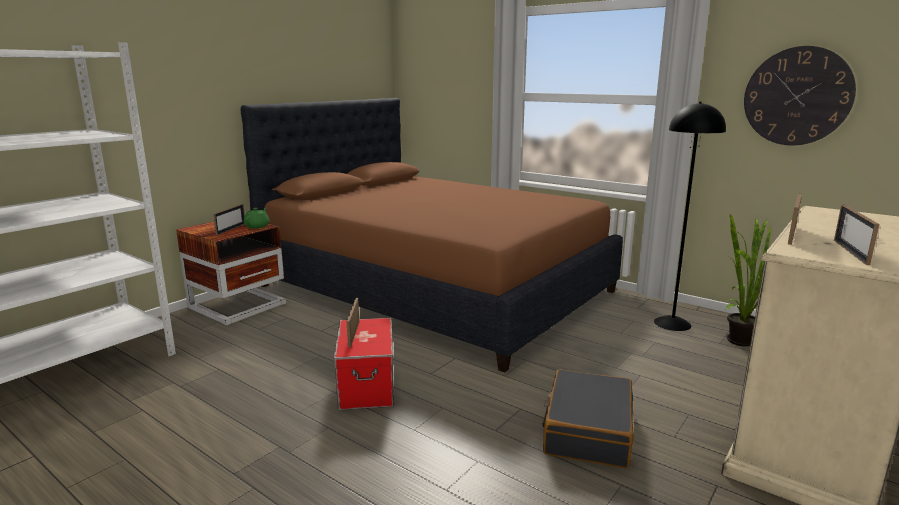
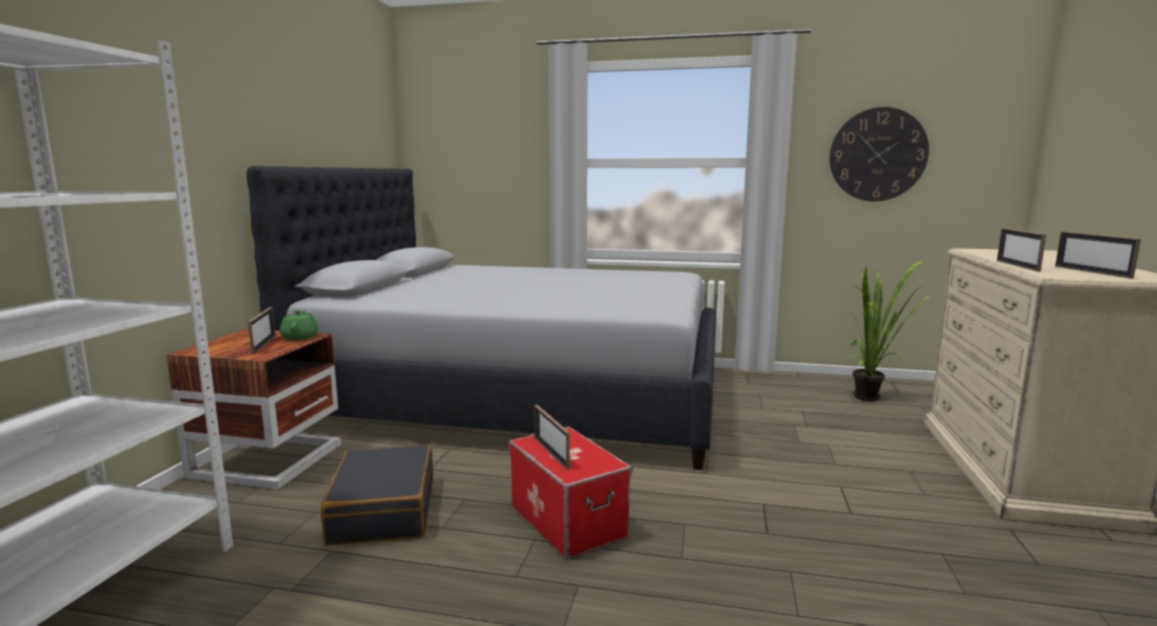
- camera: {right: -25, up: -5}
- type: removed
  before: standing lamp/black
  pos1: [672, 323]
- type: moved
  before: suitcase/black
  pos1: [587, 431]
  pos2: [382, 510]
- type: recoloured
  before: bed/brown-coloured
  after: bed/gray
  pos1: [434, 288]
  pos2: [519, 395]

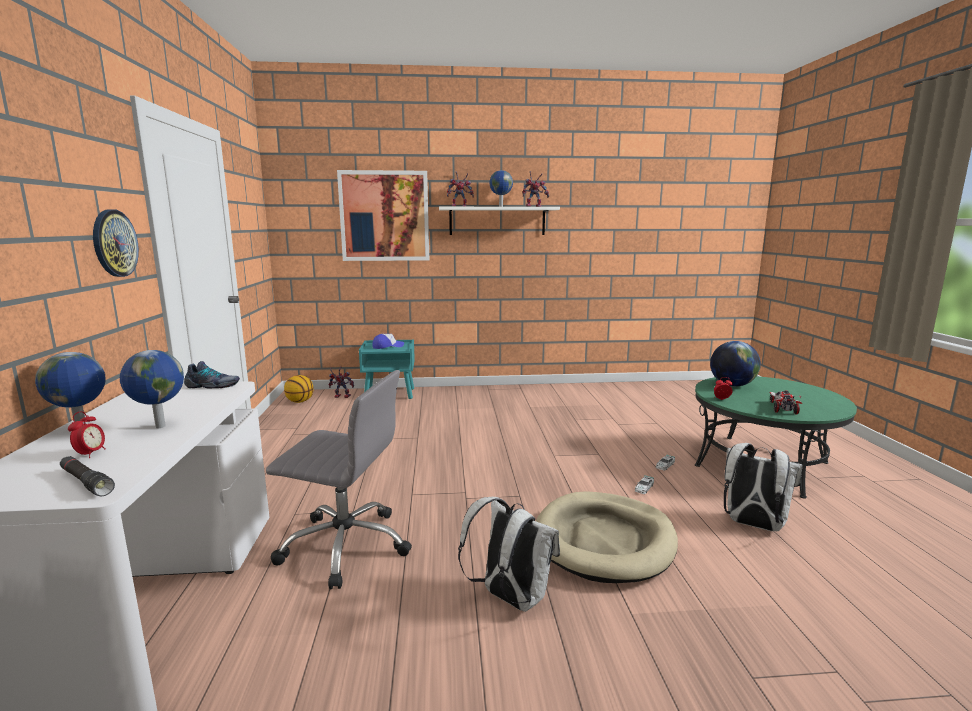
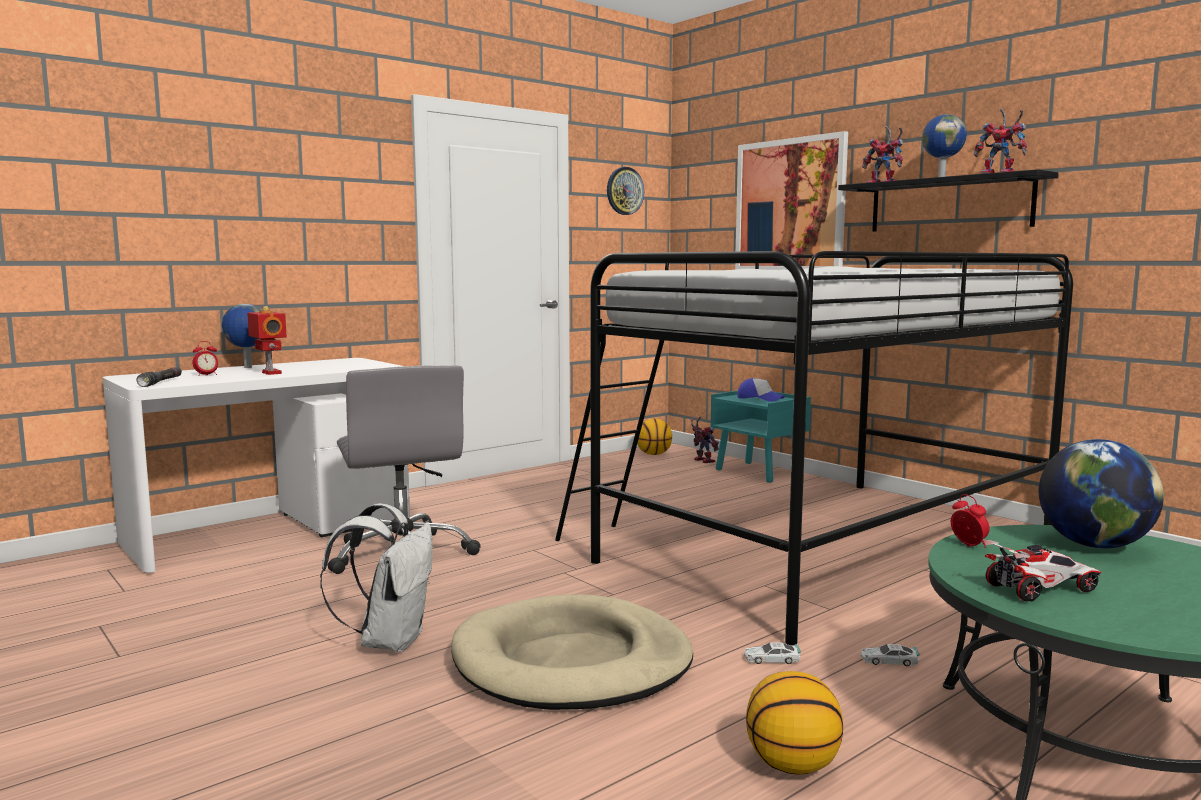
- camera: {right: 55, up: -5}
- type: removed
  before: low shoe
  pos1: [212, 386]
- type: added
  after: bed/black
  pos2: [826, 545]
- type: moved
  before: clock on the wall
  pos1: [114, 243]
  pos2: [624, 191]
- type: replaced
  before: desk globe
  after: toy robot
  pos1: [159, 426]
  pos2: [270, 373]
- type: replaced
  before: backpack/white
  after: basketball
  pos1: [752, 525]
  pos2: [791, 765]
- type: recoloured
  before: shelf/white
  after: shelf/black
  pos1: [497, 221]
  pos2: [949, 204]

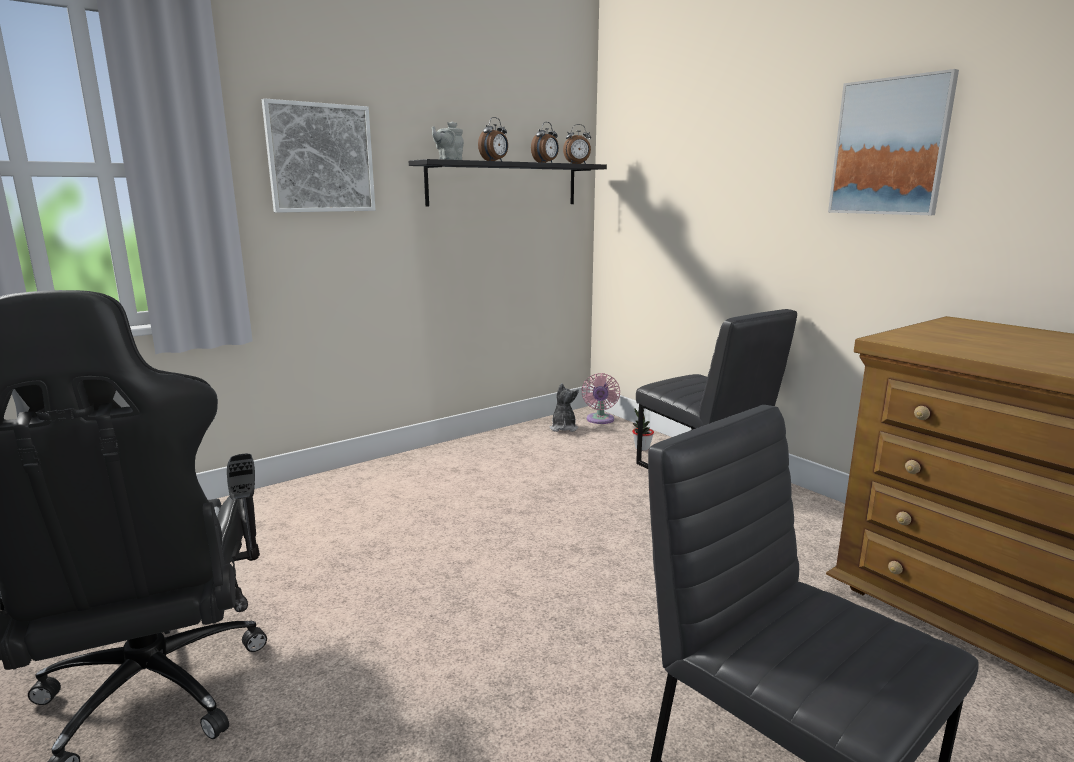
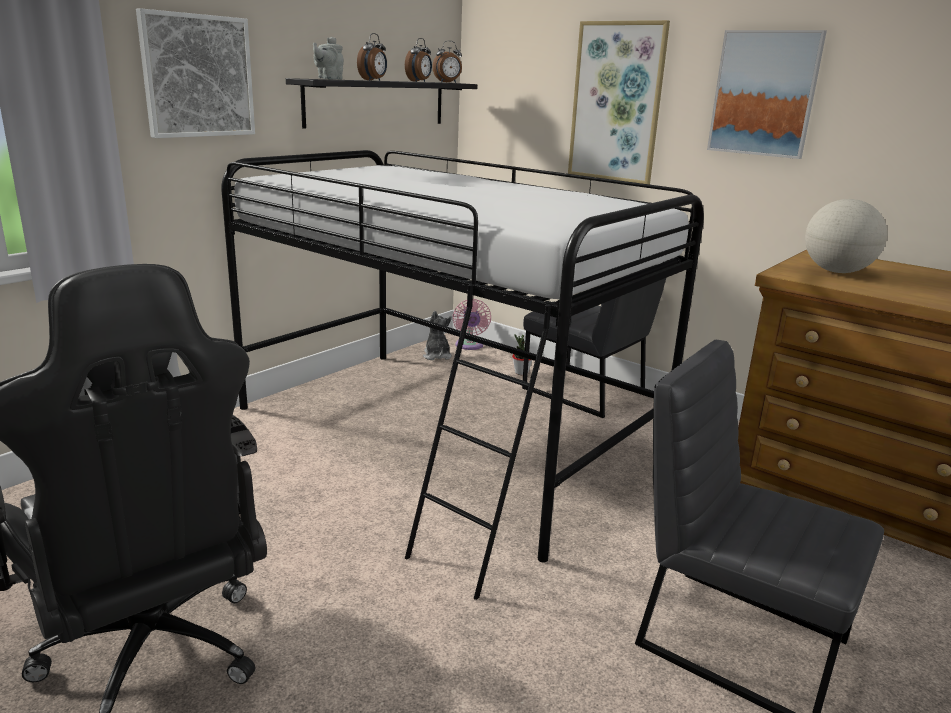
- camera: {right: -15, up: 5}
- type: added
  after: bed/black
  pos2: [443, 437]
- type: added
  after: picture
  pos2: [616, 103]
- type: added
  after: desk globe
  pos2: [837, 272]

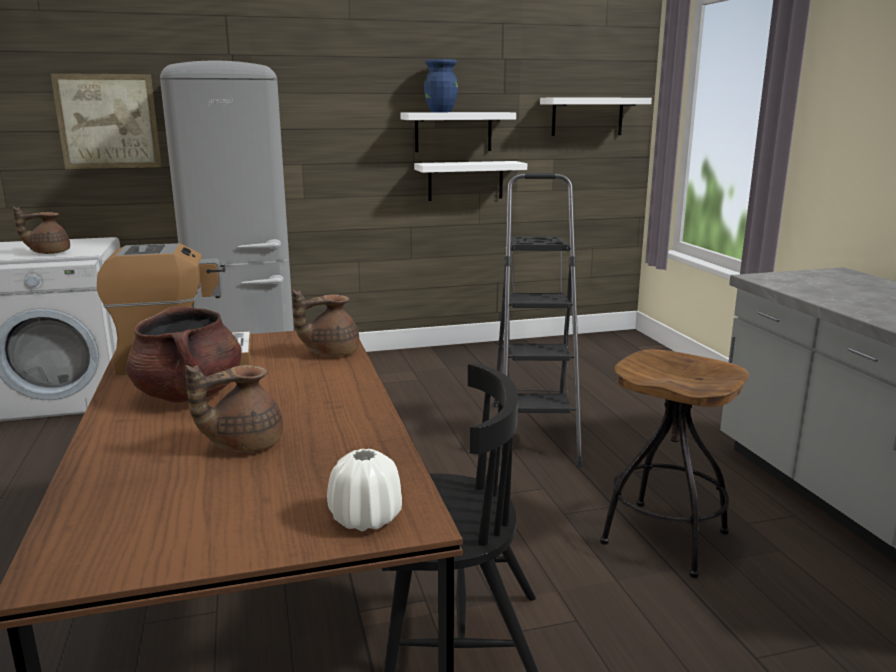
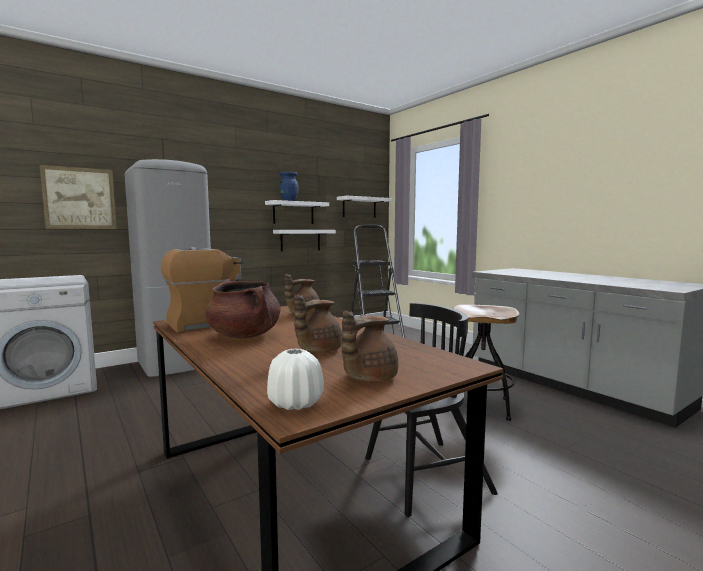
- camera: {right: -20, up: -10}
- type: moved
  before: tea pot/brown-coloured
  pos1: [48, 252]
  pos2: [368, 378]
- type: moved
  before: vase/white
  pos1: [366, 518]
  pos2: [295, 403]

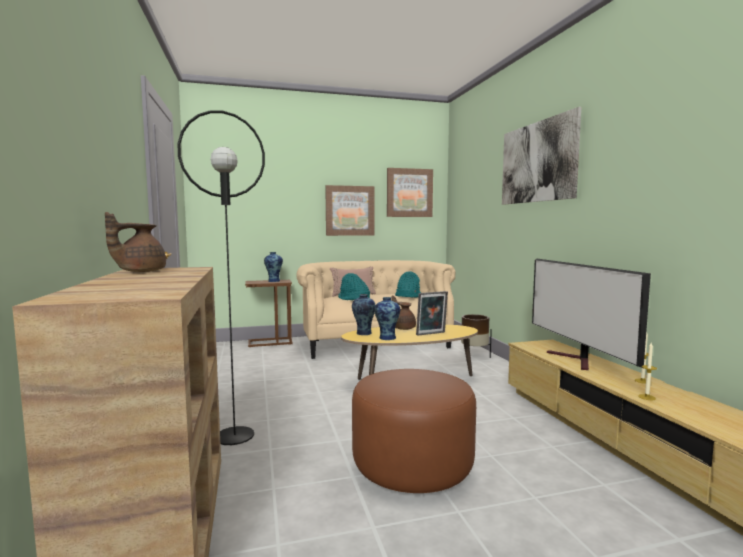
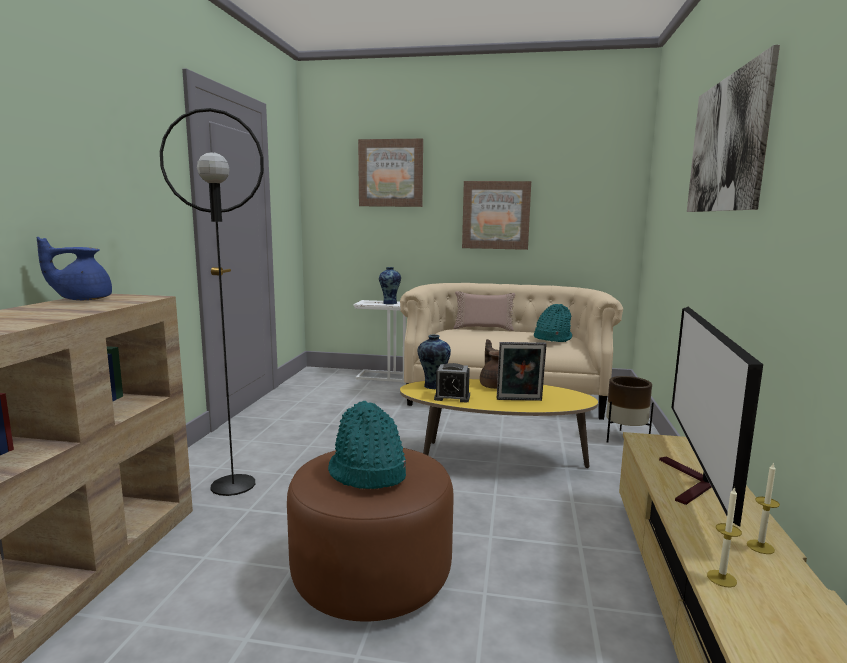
- camera: {right: 25, up: 5}
- type: moved
  before: hat/turquoise-coloured
  pos1: [353, 299]
  pos2: [367, 473]
- type: moved
  before: picture
  pos1: [409, 193]
  pos2: [391, 173]
- type: replaced
  before: vase
  after: alarm clock
  pos1: [387, 338]
  pos2: [452, 397]
- type: recoloured
  before: tea pot/brown-coloured
  after: tea pot/bluish
  pos1: [139, 271]
  pos2: [83, 299]
- type: recoloured
  before: side table/brown-coloured
  after: side table/white
  pos1: [270, 342]
  pos2: [384, 376]

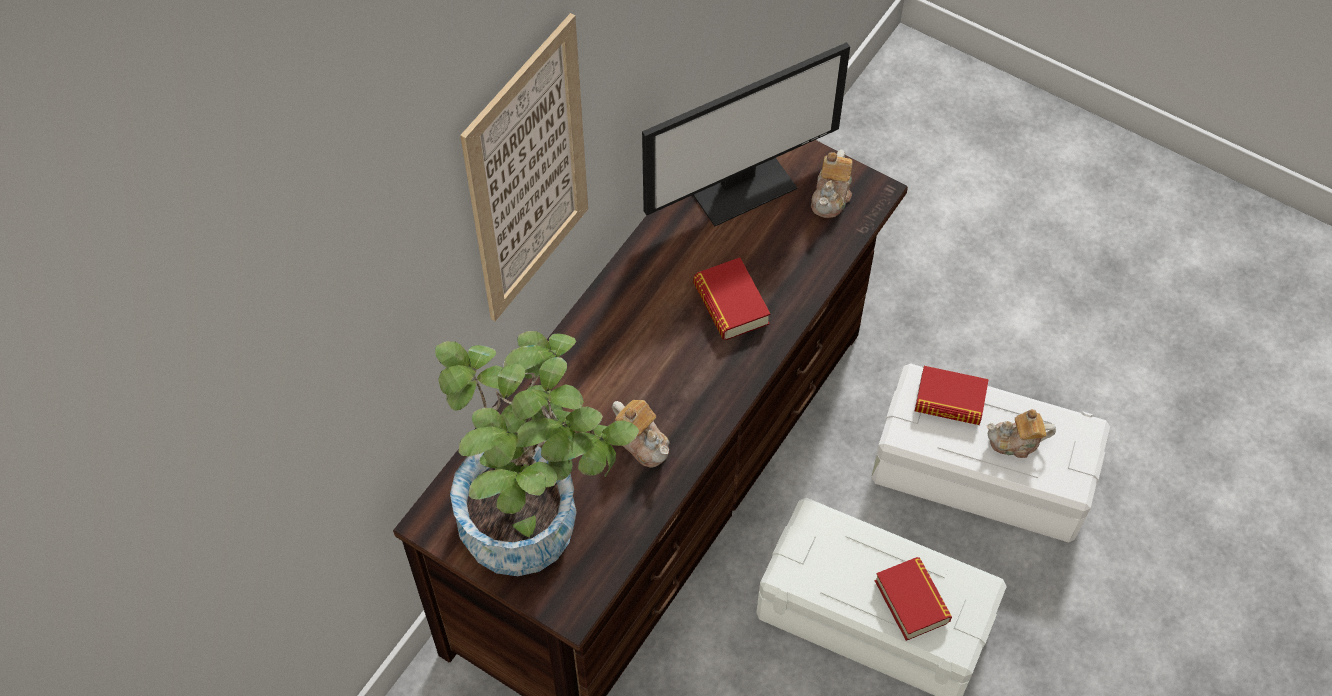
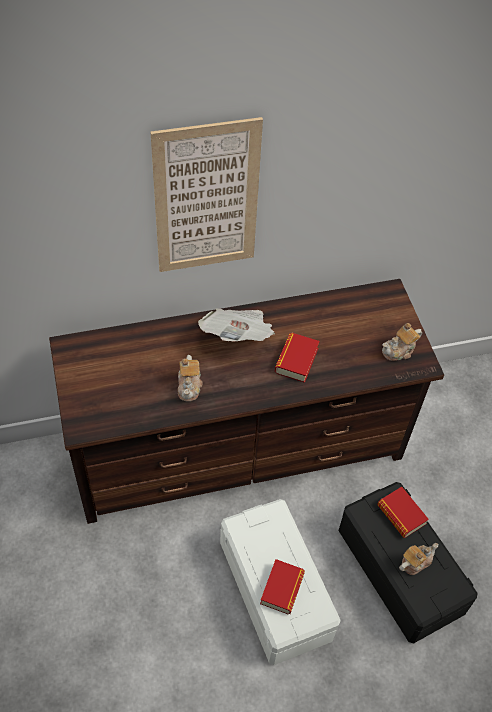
- camera: {right: 40, up: -5}
- type: removed
  before: plant in a pot
  pos1: [536, 521]
- type: removed
  before: computer screen
  pos1: [741, 184]
- type: added
  after: newspaper
  pos2: [238, 336]
- type: recoloured
  before: storage box/white
  after: storage box/black
  pos1: [980, 472]
  pos2: [398, 570]
- type: turned
  before: tea pot
  pos1: [1016, 442]
  pos2: [414, 562]
  turn: 105

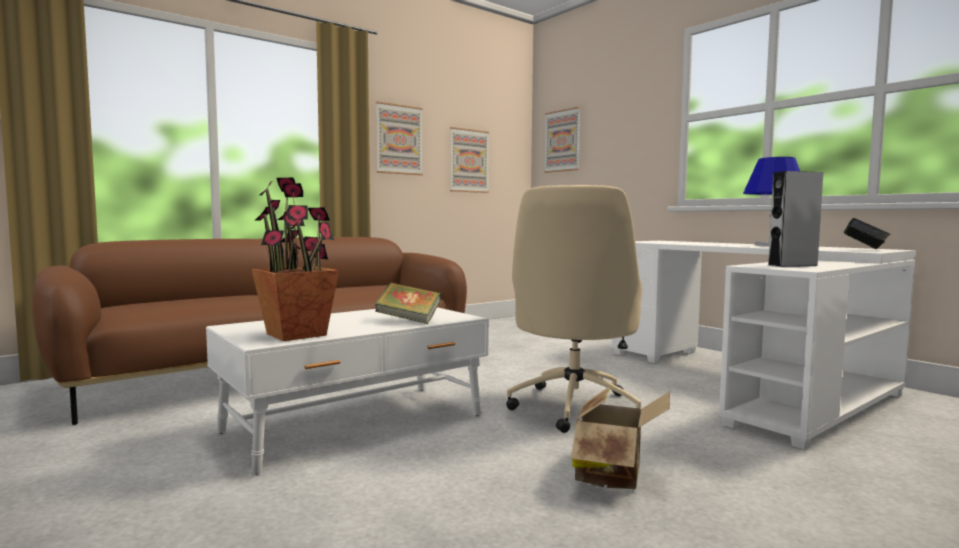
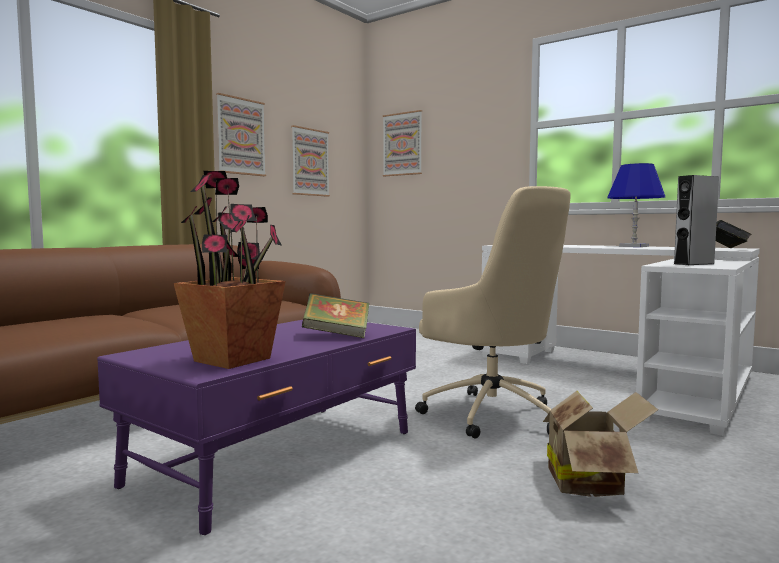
- camera: {right: -15, up: 0}
- type: recoloured
  before: low table/white
  after: low table/purple-coloured
  pos1: [356, 423]
  pos2: [279, 457]
- type: turned
  before: computer chair/sand-coloured
  pos1: [573, 408]
  pos2: [492, 416]
  turn: -45

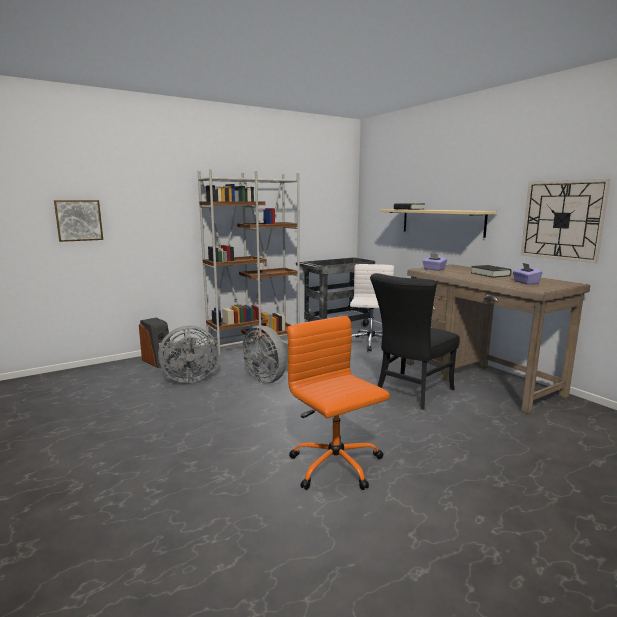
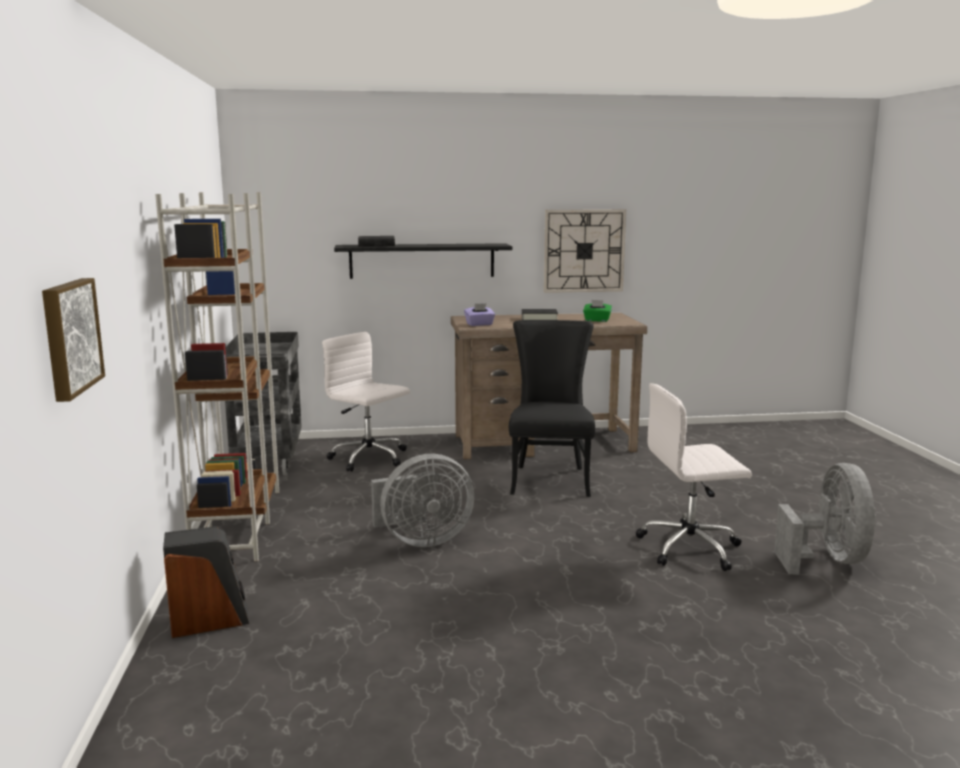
- camera: {right: -65, up: 0}
- type: moved
  before: cooling fan/gray
  pos1: [187, 379]
  pos2: [828, 560]
- type: recoloured
  before: computer chair/orangey
  after: computer chair/white
  pos1: [336, 466]
  pos2: [691, 548]
- type: recoloured
  before: shelf/sand-coloured
  after: shelf/black
  pos1: [441, 222]
  pos2: [422, 260]
- type: recoloured
  before: box of tissues/purple-coloured
  after: box of tissues/green-coloured
  pos1: [525, 282]
  pos2: [597, 320]
- type: turned
  before: upright chair/black
  pos1: [410, 393]
  pos2: [550, 478]
  turn: -150

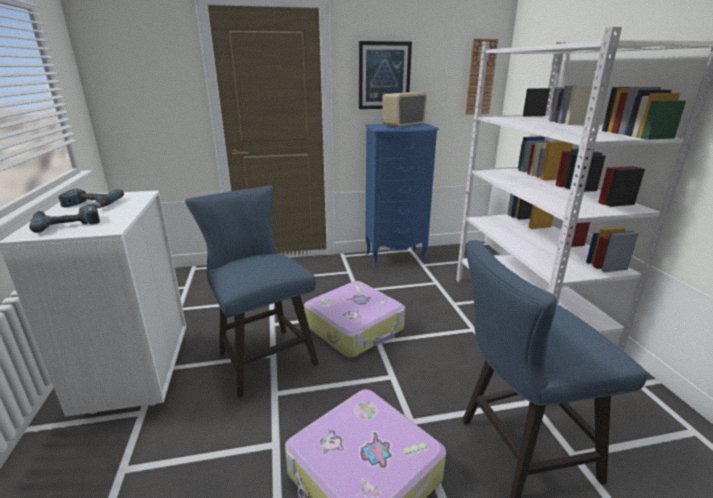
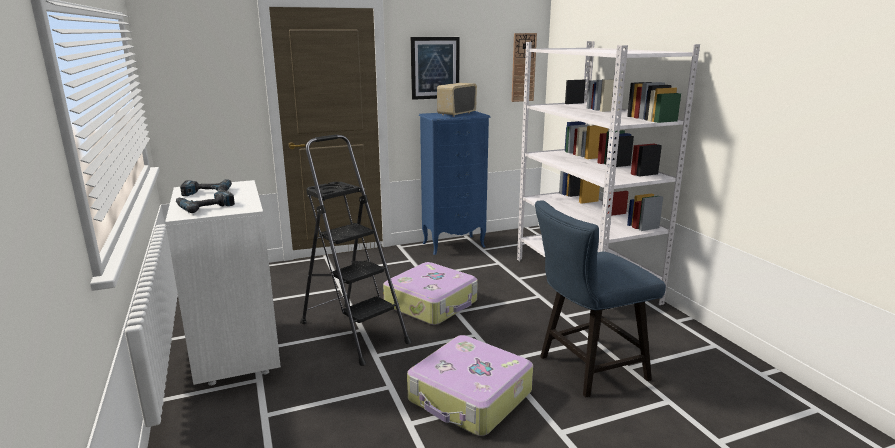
- camera: {right: -10, up: -5}
- type: replaced
  before: upright chair/bluish
  after: step stool
  pos1: [263, 356]
  pos2: [353, 331]

